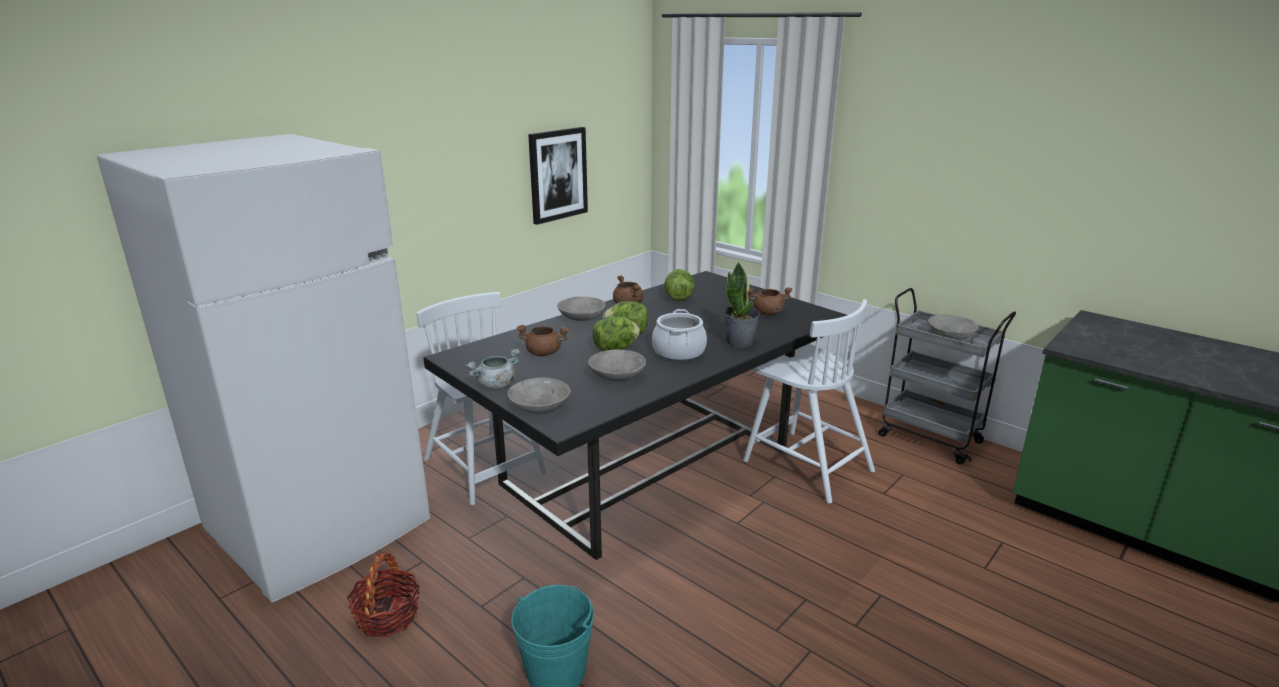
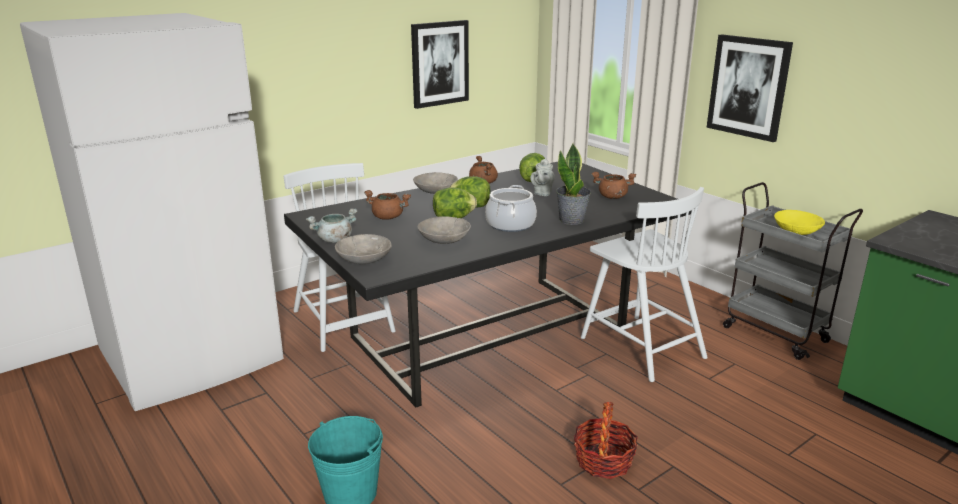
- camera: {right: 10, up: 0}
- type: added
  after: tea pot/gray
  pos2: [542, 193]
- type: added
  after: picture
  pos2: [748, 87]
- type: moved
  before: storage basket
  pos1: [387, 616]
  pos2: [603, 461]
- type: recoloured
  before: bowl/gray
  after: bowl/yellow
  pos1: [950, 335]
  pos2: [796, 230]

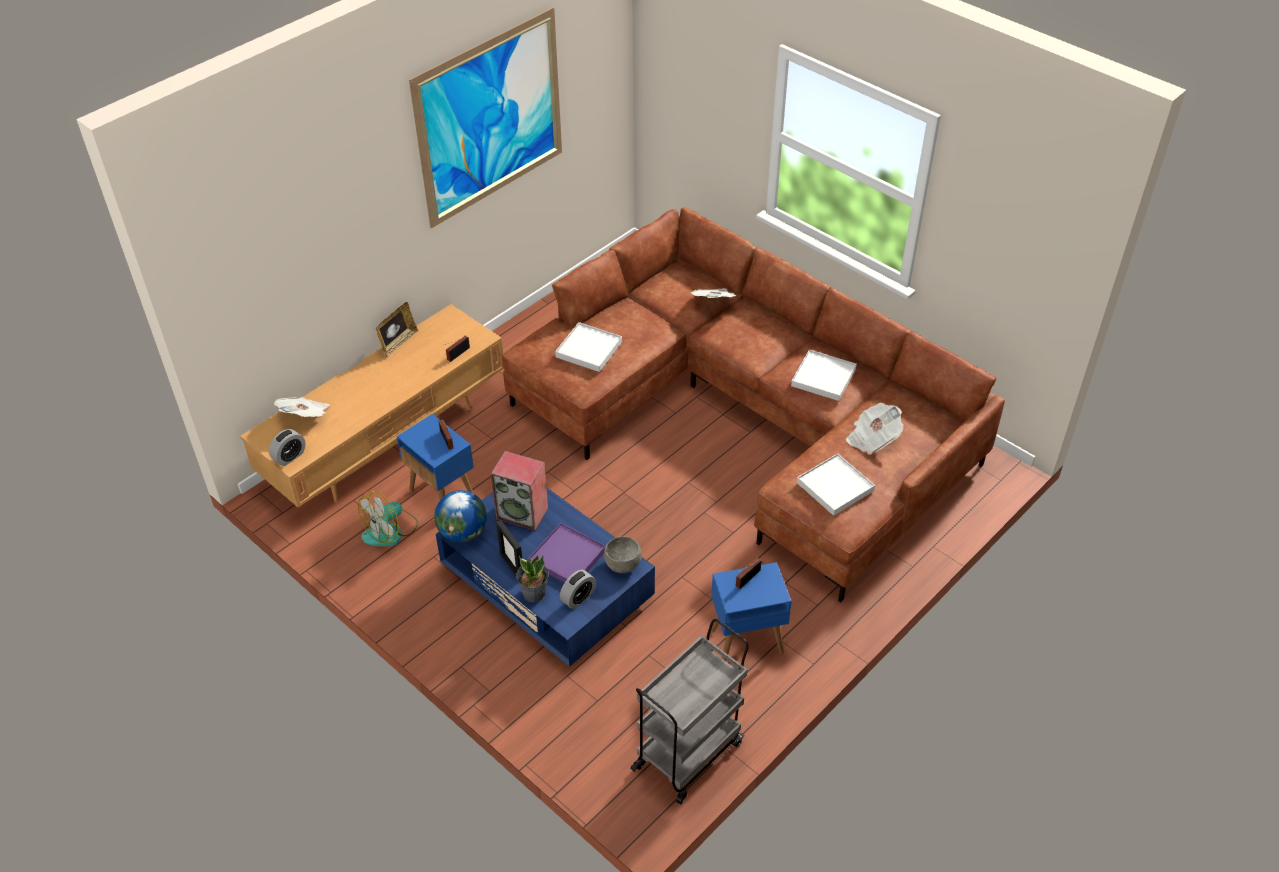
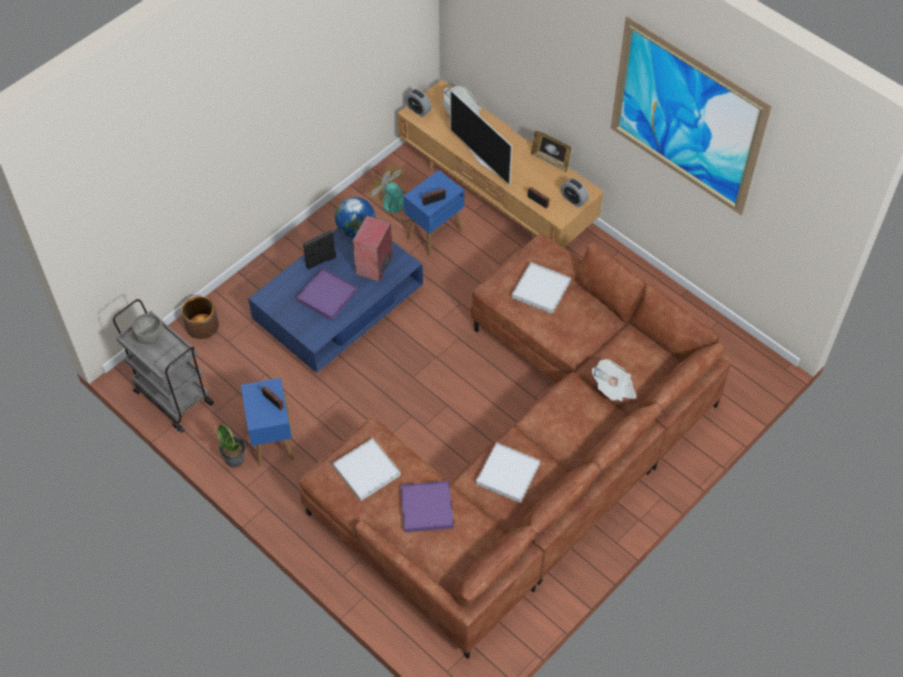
- camera: {right: 90, up: 10}
- type: added
  after: plant pot/brown-coloured
  pos2: [202, 326]
- type: added
  after: television
  pos2: [482, 160]
- type: moved
  before: plant in a pot
  pos1: [534, 592]
  pos2: [235, 459]
- type: moved
  before: alarm clock
  pos1: [578, 598]
  pos2: [574, 199]
- type: moved
  before: bowl/gray
  pos1: [623, 564]
  pos2: [150, 337]
- type: replaced
  before: newspaper
  after: tray/purple-coloured
  pos1: [872, 438]
  pos2: [426, 508]

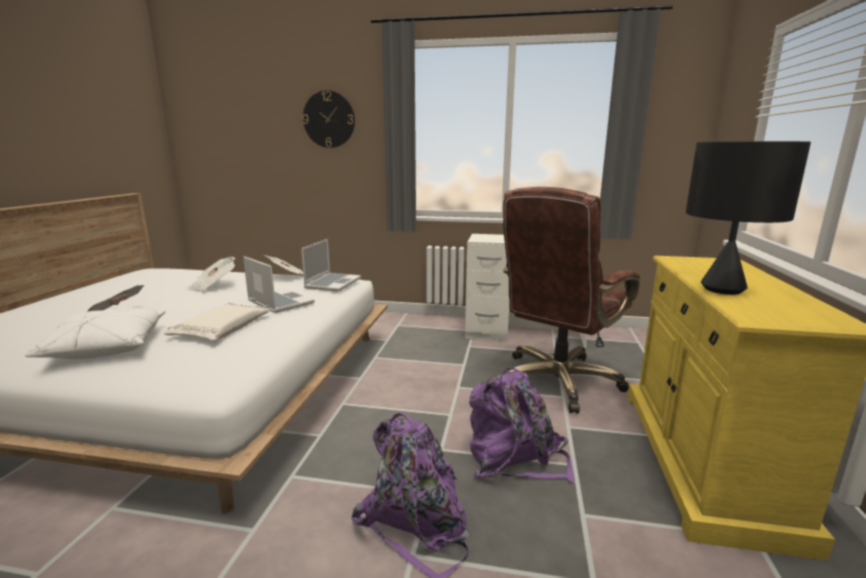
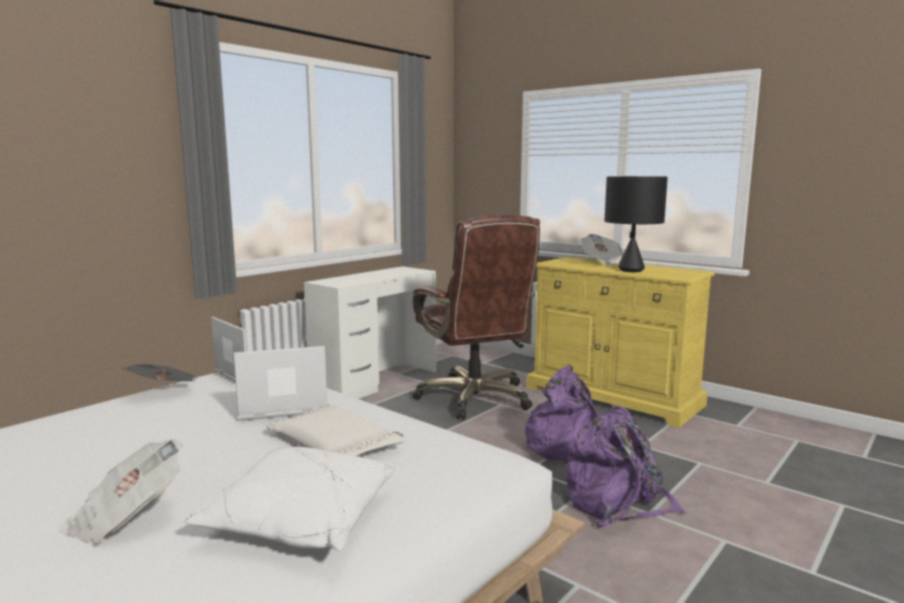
- camera: {right: -60, up: -5}
- type: removed
  before: clock on the wall
  pos1: [329, 119]
- type: moved
  before: newspaper
  pos1: [213, 286]
  pos2: [602, 262]

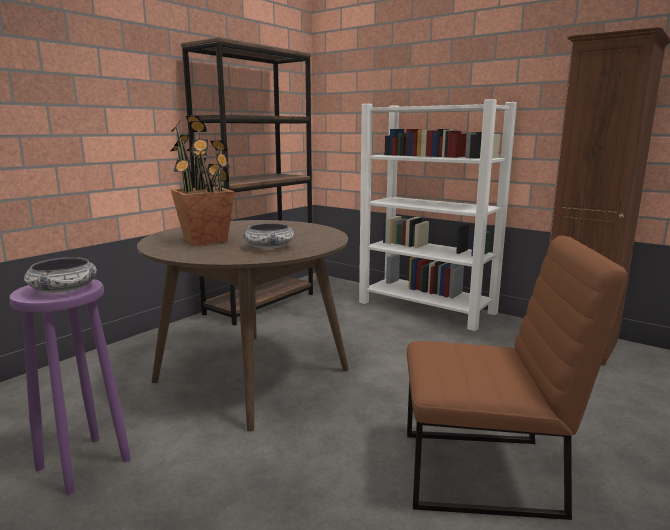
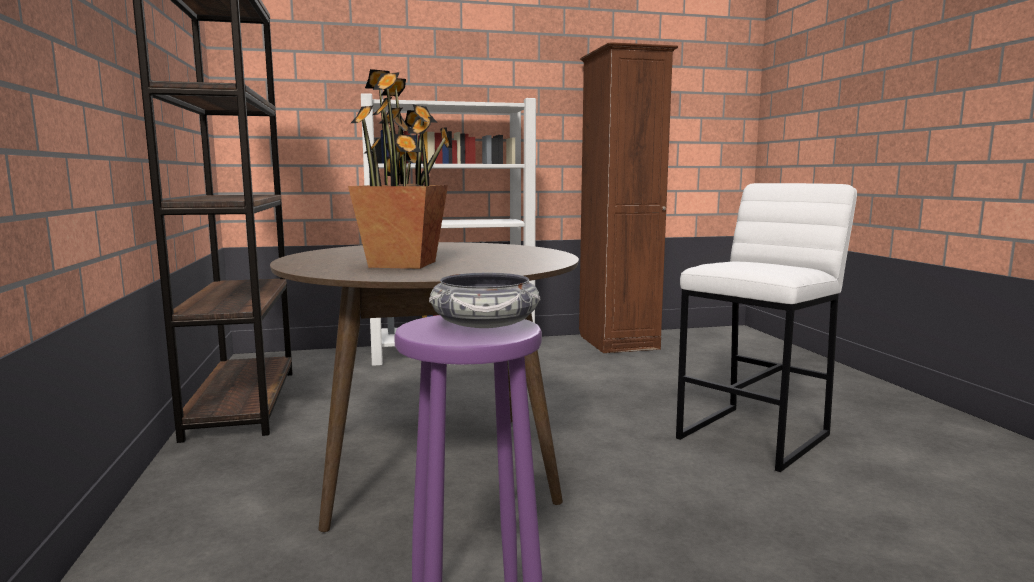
- camera: {right: -50, up: -5}
- type: removed
  before: bowl
  pos1: [269, 247]
- type: replaced
  before: upright chair/brown-coloured
  after: sitting stool/white
  pos1: [485, 473]
  pos2: [755, 435]

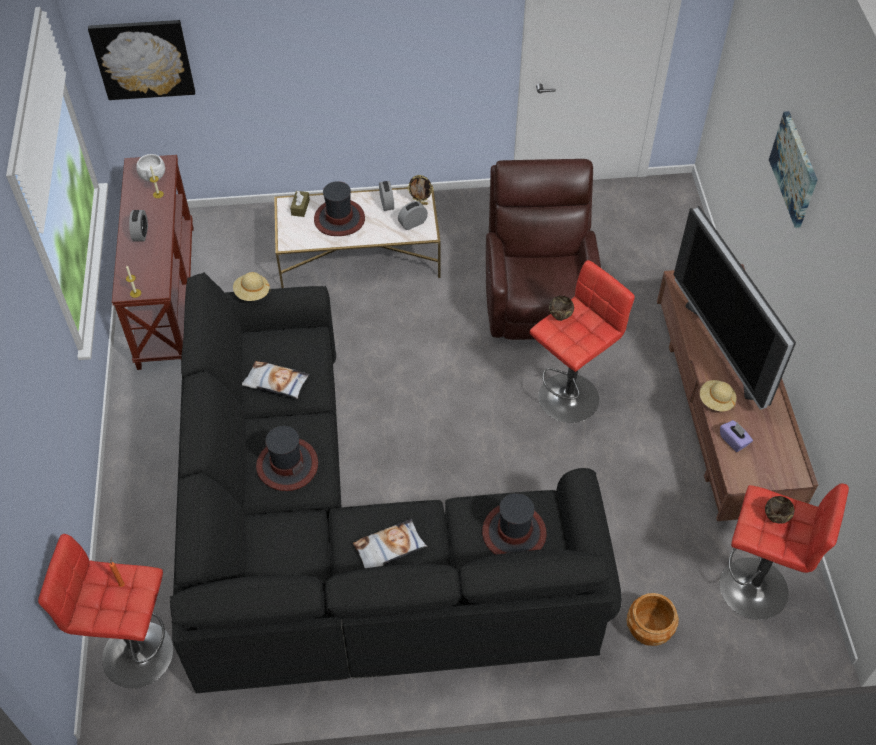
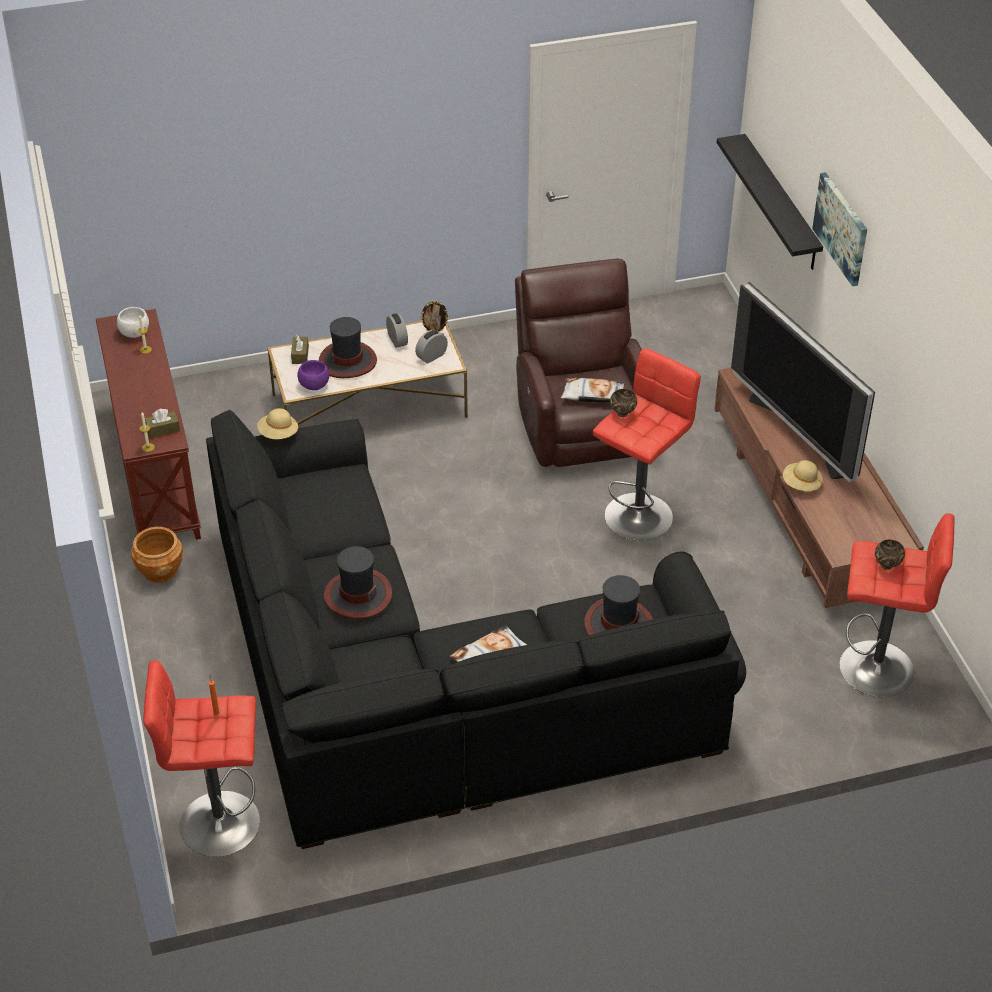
- camera: {right: -10, up: -10}
- type: removed
  before: picture
  pos1: [143, 59]
- type: removed
  before: alarm clock
  pos1: [141, 234]
- type: removed
  before: box of tissues/purple-coloured
  pos1: [734, 440]
- type: added
  after: box of tissues/brown-coloured
  pos2: [163, 429]
- type: added
  after: bowl/purple-coloured
  pos2: [314, 385]
- type: added
  after: shelf/black
  pos2: [780, 203]
- type: moved
  before: pillow
  pos1: [275, 383]
  pos2: [592, 395]
- type: moved
  before: plant pot/brown-coloured
  pos1: [648, 630]
  pos2: [160, 571]

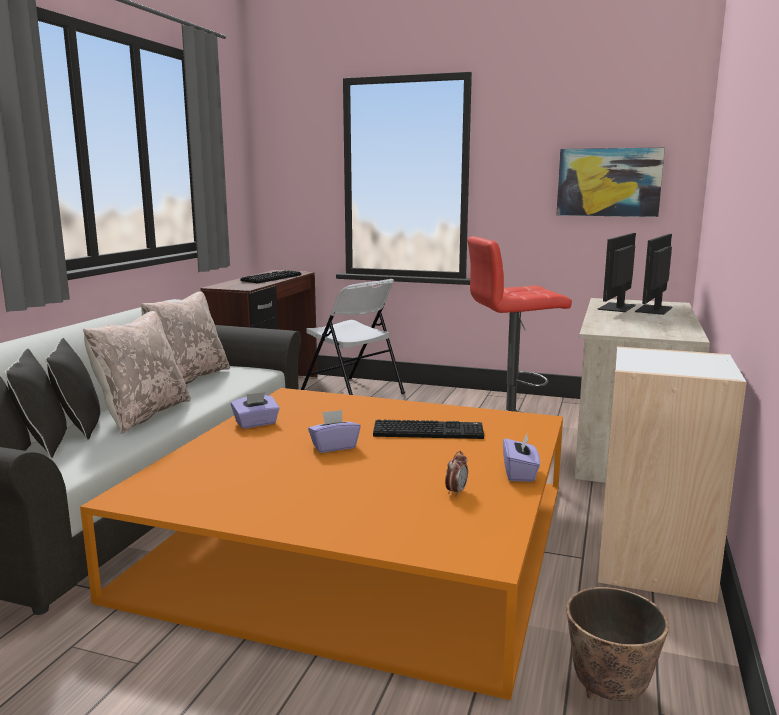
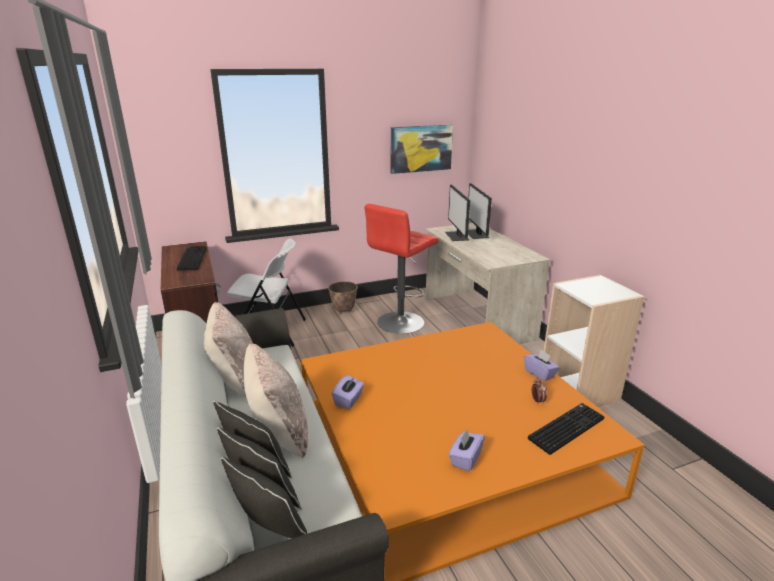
- camera: {right: -40, up: 10}
- type: moved
  before: box of tissues/purple-coloured
  pos1: [334, 446]
  pos2: [465, 459]
- type: moved
  before: PC keyboard
  pos1: [429, 431]
  pos2: [565, 427]
- type: moved
  before: plant pot
  pos1: [609, 690]
  pos2: [343, 311]

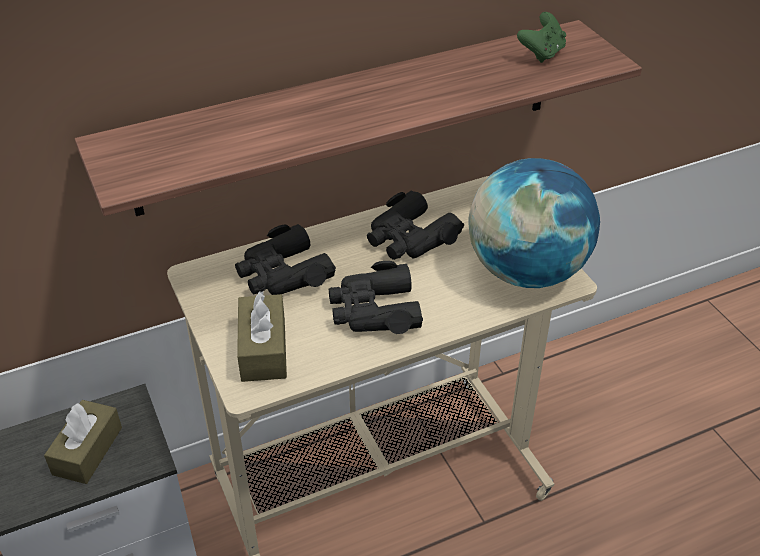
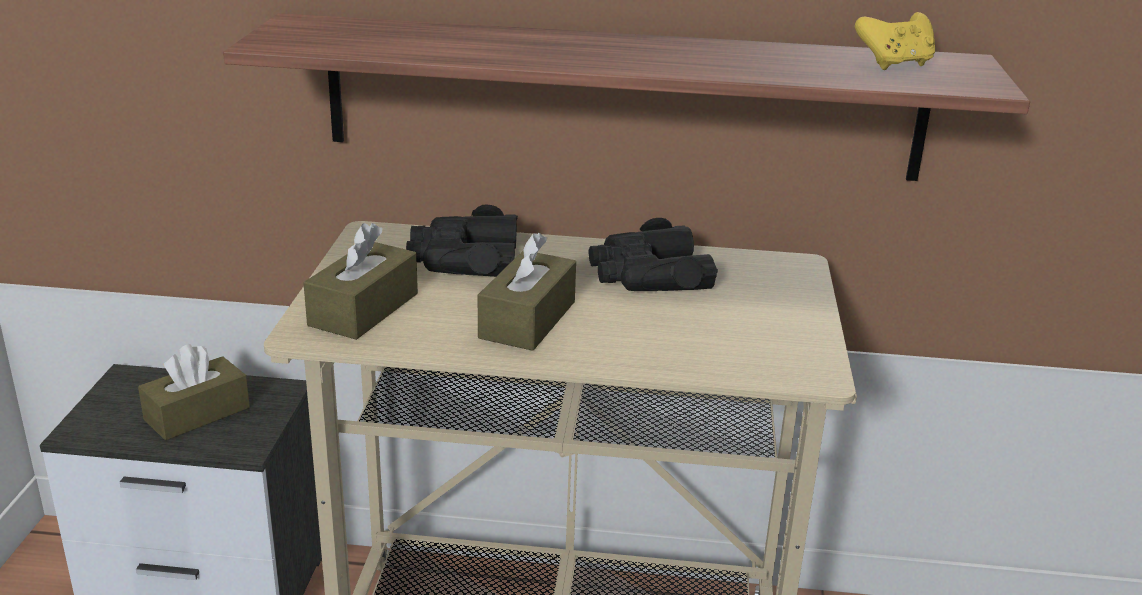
- camera: {right: 30, up: -15}
- type: removed
  before: desk globe
  pos1: [526, 271]
- type: replaced
  before: field glasses/black
  after: box of tissues/brown-coloured
  pos1: [374, 310]
  pos2: [527, 320]
- type: recoloured
  before: gamepad/green-coloured
  after: gamepad/yellow
  pos1: [542, 53]
  pos2: [895, 65]

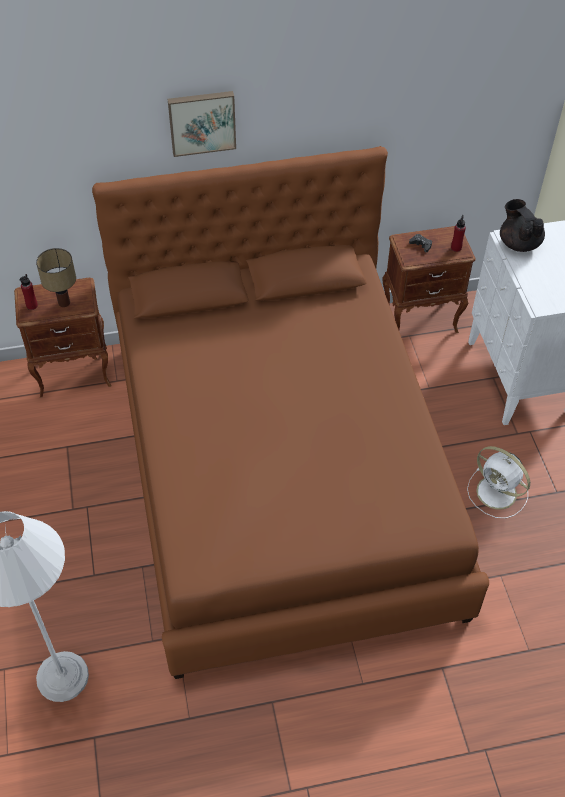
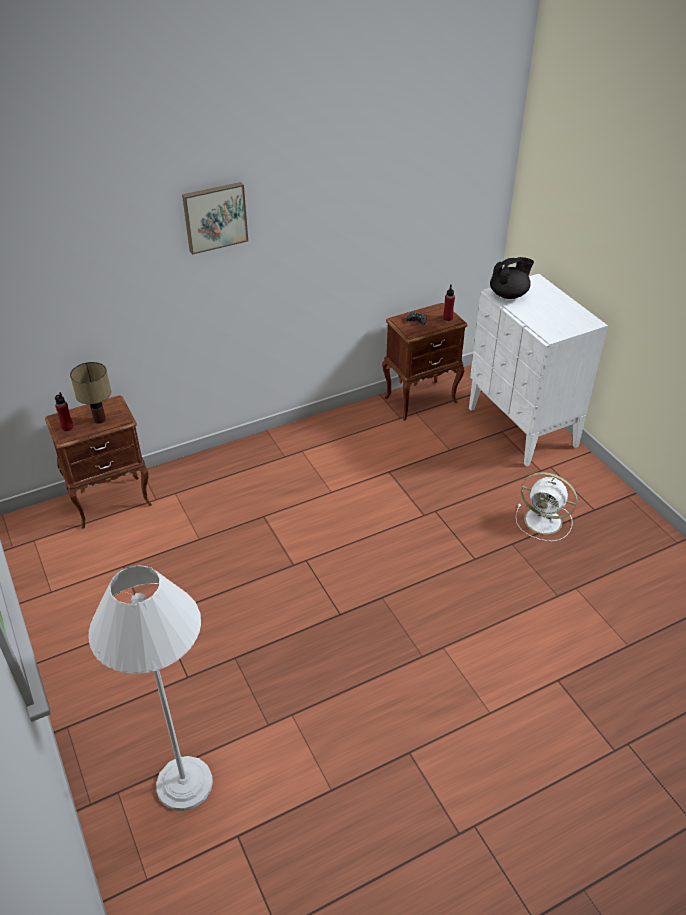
- camera: {right: -15, up: -10}
- type: removed
  before: bed/brown-coloured
  pos1: [282, 471]
- type: turned
  before: tea pot/black
  pos1: [518, 243]
  pos2: [509, 295]
  turn: 105

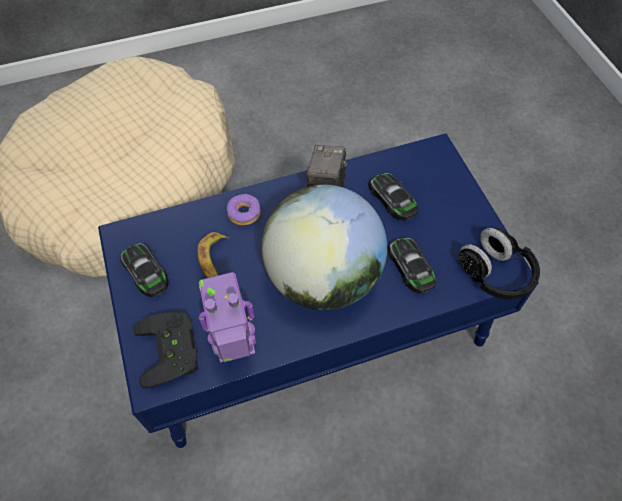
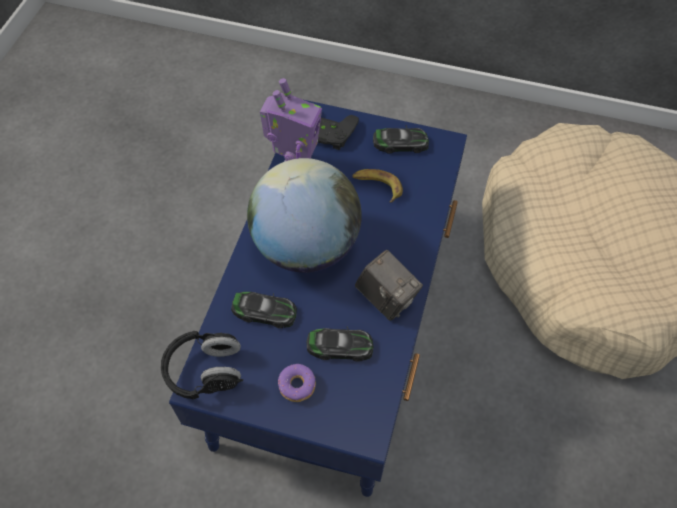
- camera: {right: 125, up: 0}
- type: moved
  before: donut
  pos1: [244, 213]
  pos2: [297, 386]

